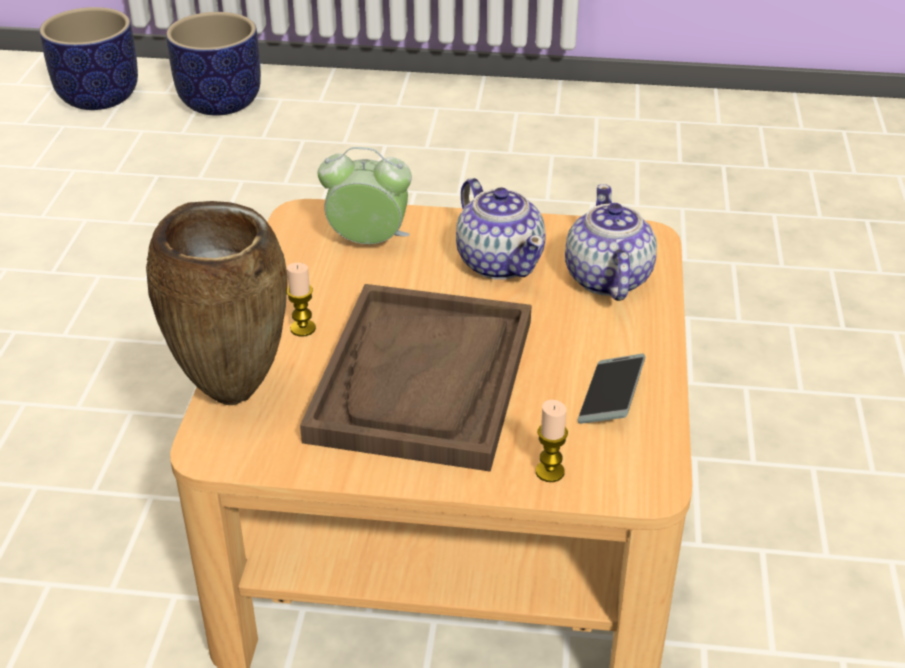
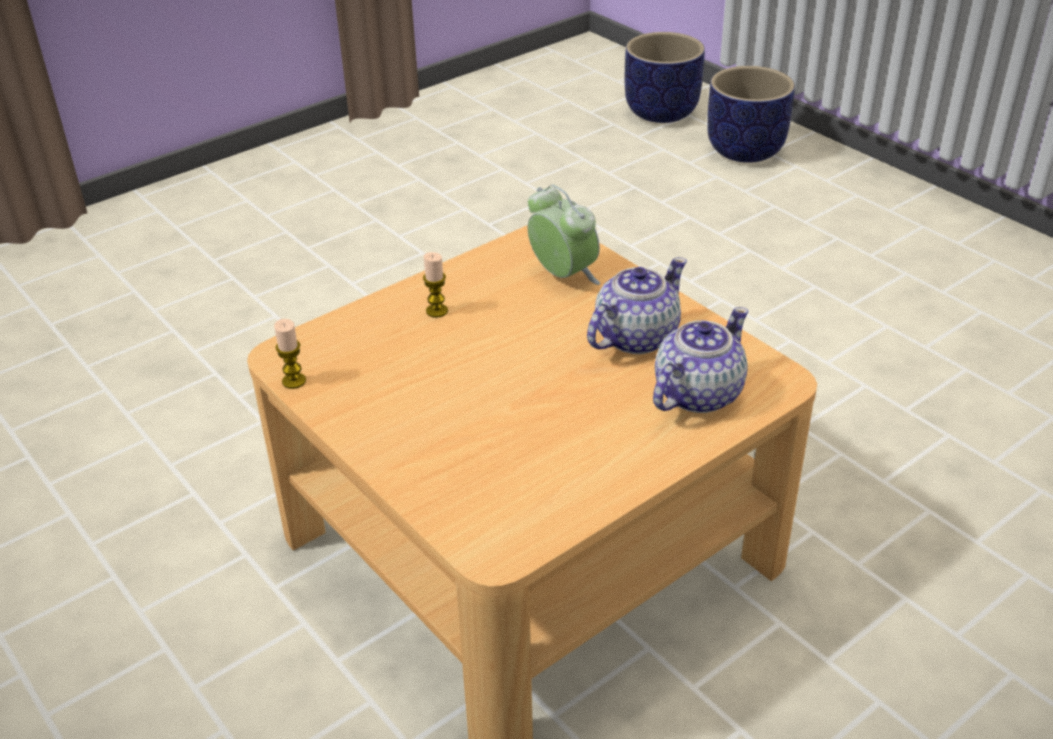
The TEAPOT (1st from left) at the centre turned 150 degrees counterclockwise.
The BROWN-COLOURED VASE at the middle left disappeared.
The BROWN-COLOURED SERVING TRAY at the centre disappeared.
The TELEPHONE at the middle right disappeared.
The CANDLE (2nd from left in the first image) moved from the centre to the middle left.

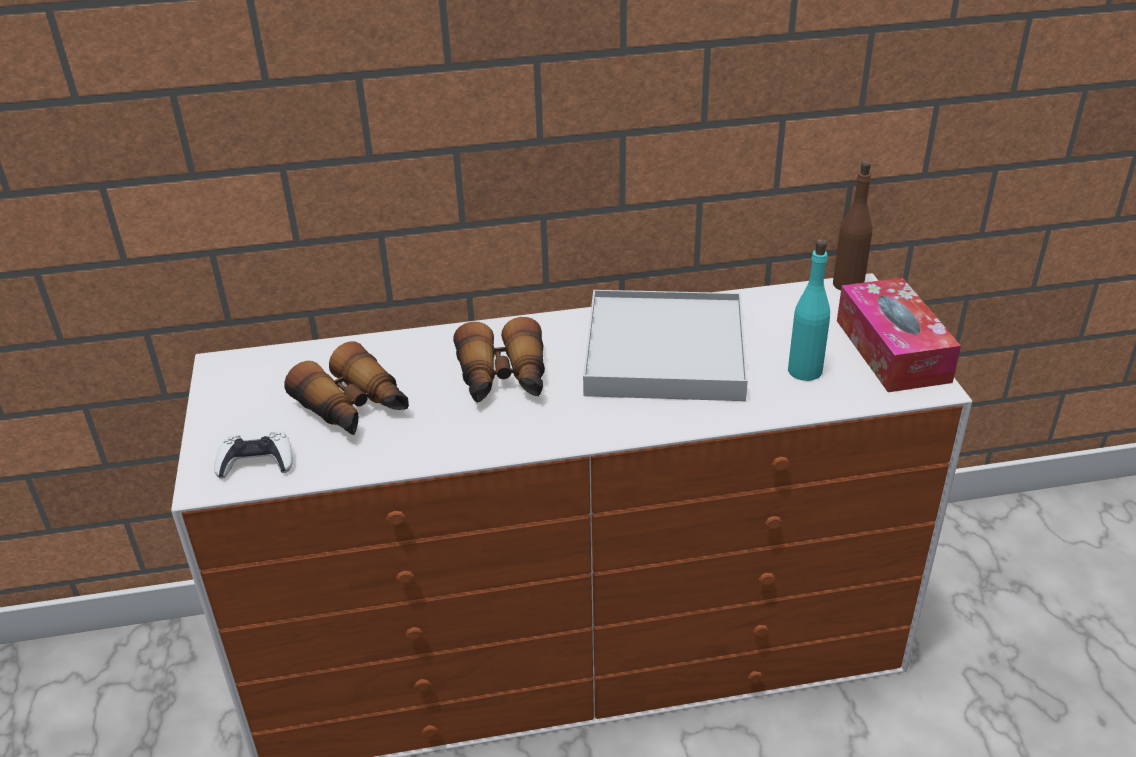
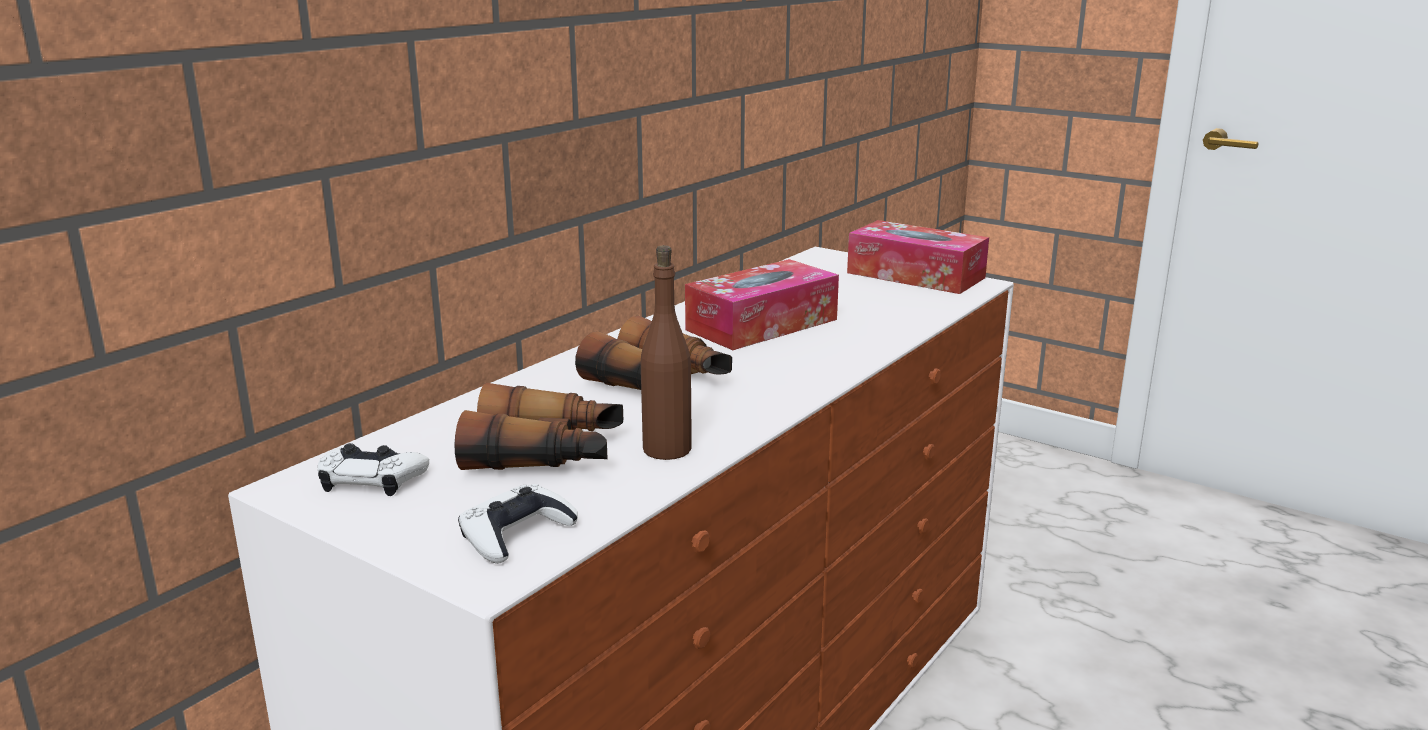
The BROWN-COLOURED DRINK BOTTLE moved from the top right to the centre.
The TURQUOISE-COLOURED DRINK BOTTLE at the middle right disappeared.
The WHITISH SERVING TRAY at the centre was replaced by the TISSUE HOLDER (1st from left) at the centre.
The WHITISH GAME CONTROLLER (1st from left) at the middle left appeared.

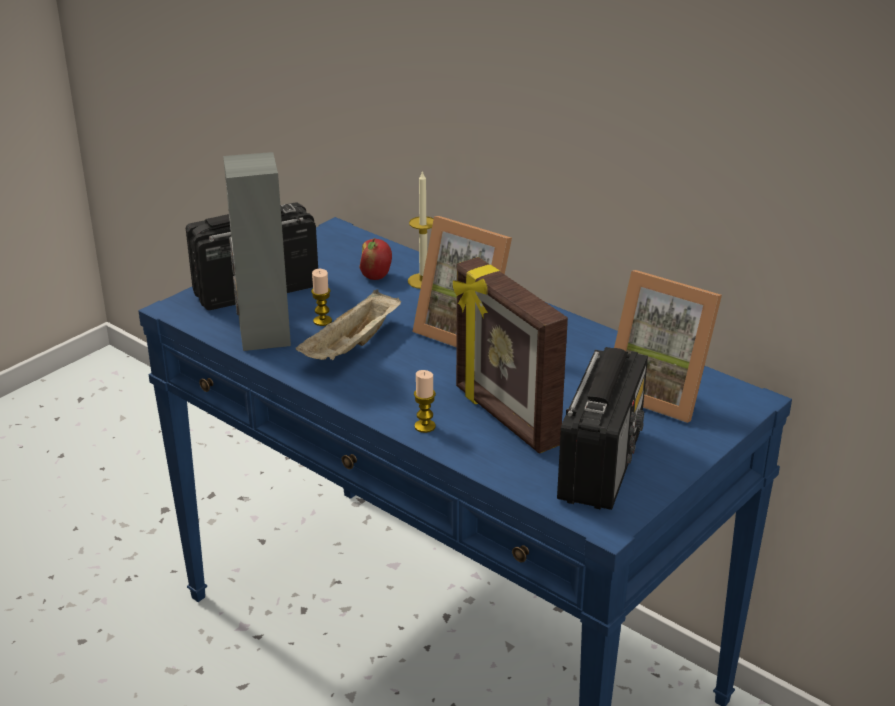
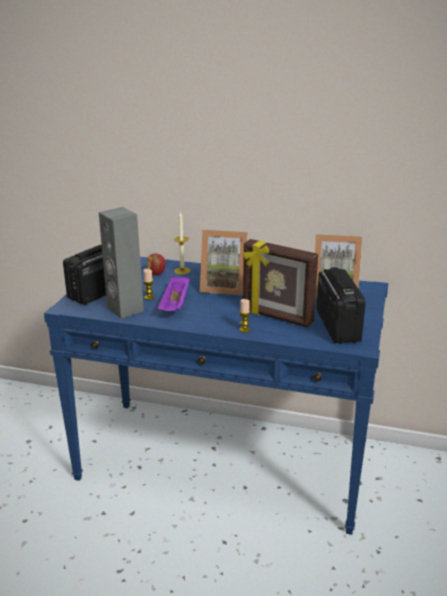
The BEIGE SERVING TRAY at the centre became the PURPLE-COLOURED SERVING TRAY at the centre.

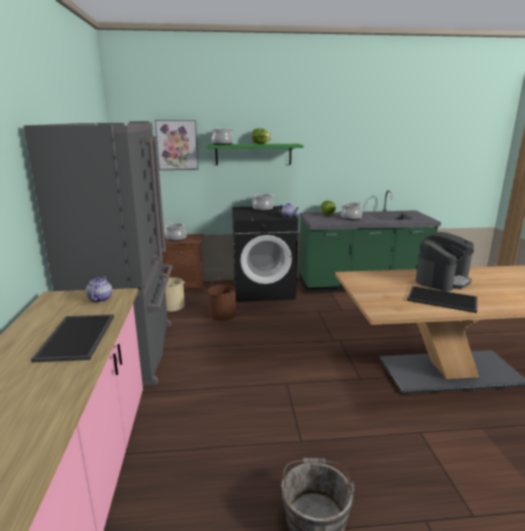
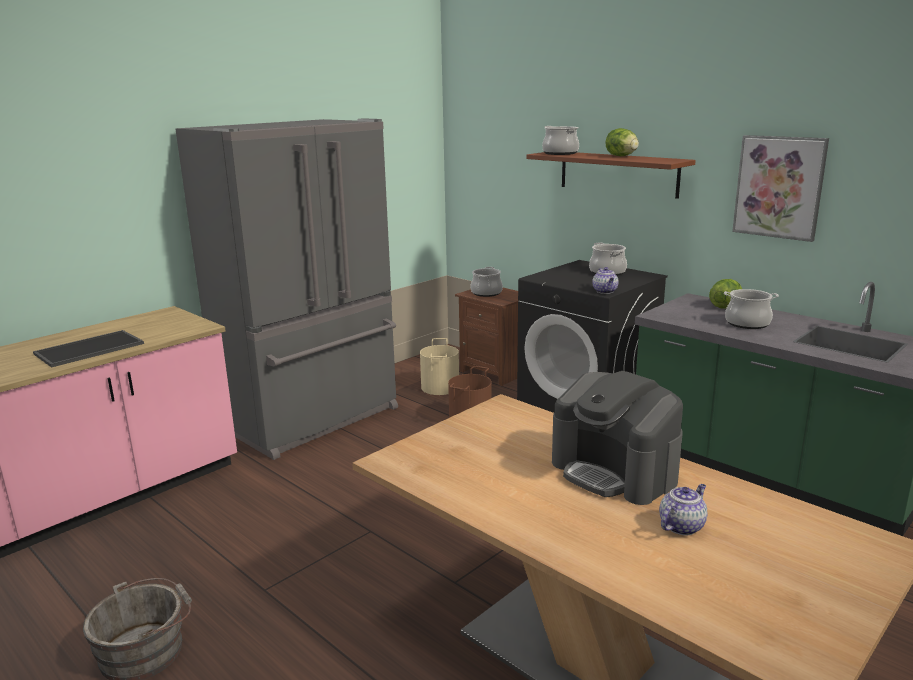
The PICTURE moved from the top centre to the top right.
The GREENISH SHELF at the top centre became the BROWN-COLOURED SHELF at the top right.
The COFFEE BREWER at the middle right turned 45 degrees clockwise.
The TEAPOT (1st from left in the first image) moved from the middle left to the bottom right.
The SERVING TRAY (2nd from left) at the middle right disappeared.

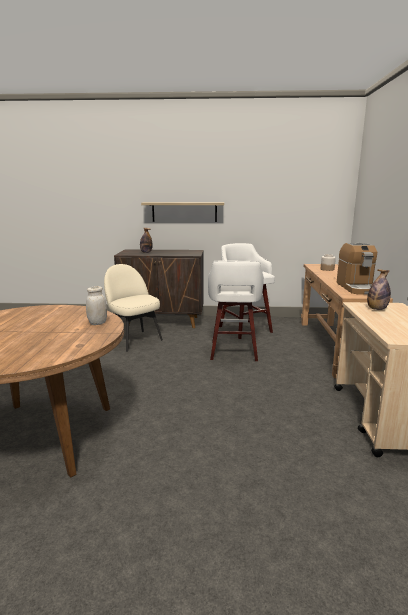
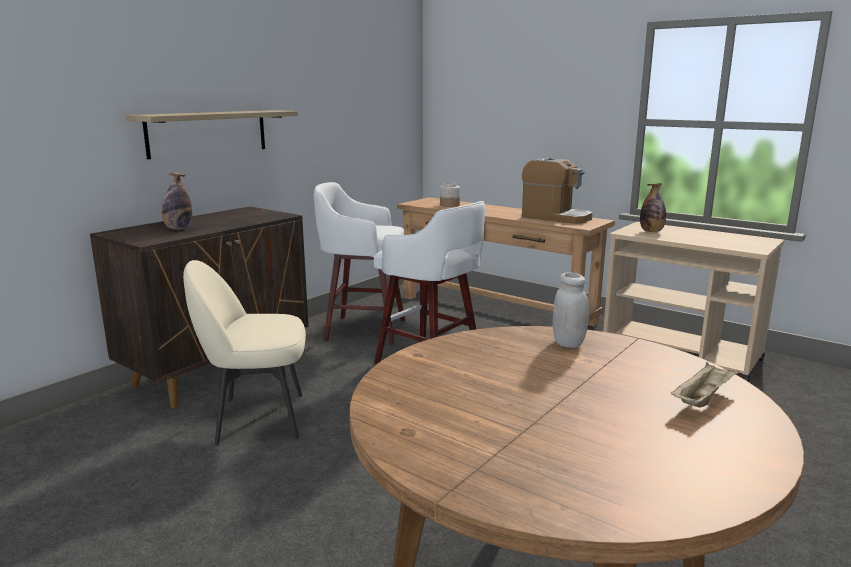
The BEIGE SERVING TRAY at the bottom right appeared.

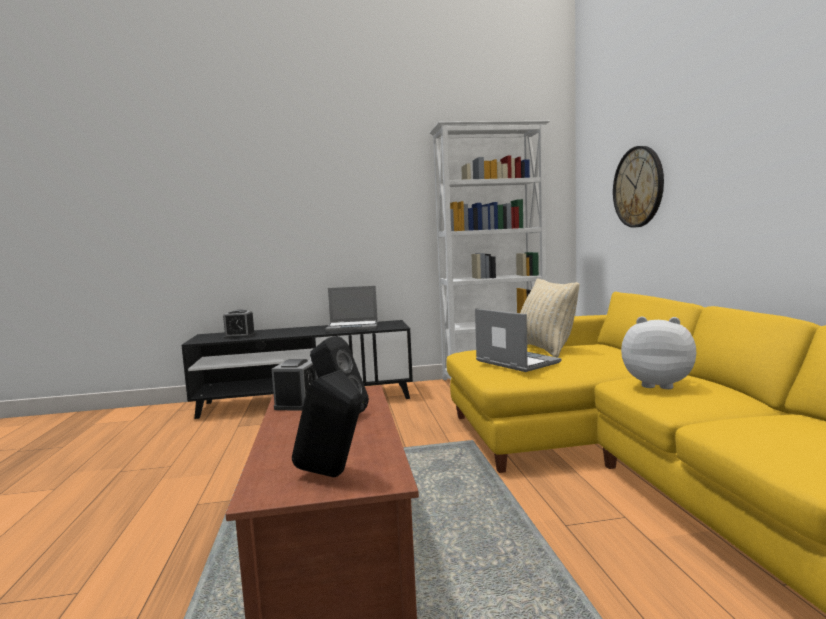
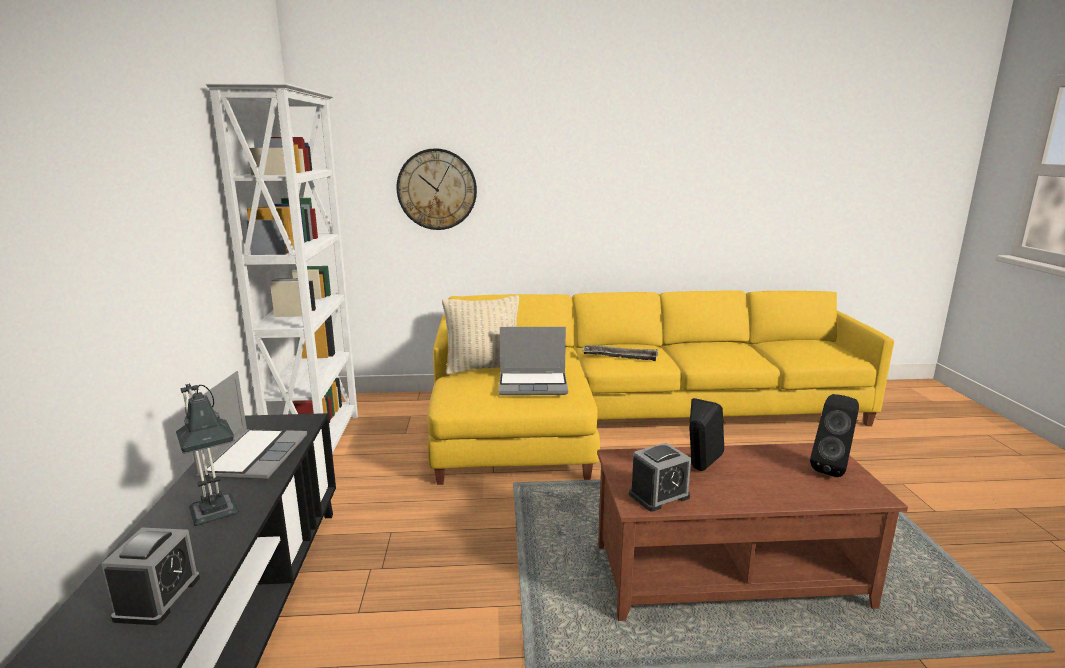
The LAPTOP (2nd from left) at the centre turned 150 degrees counterclockwise.
The PLUSH TOY at the middle right was replaced by the SERVING TRAY at the centre.
The ALARM CLOCK (2nd from left) at the centre turned 135 degrees clockwise.
The TABLETOP LAMP at the bottom left appeared.

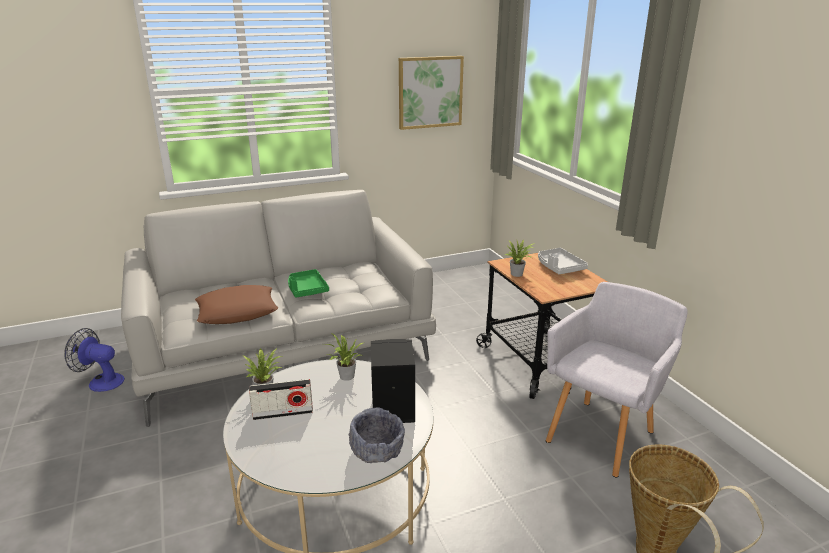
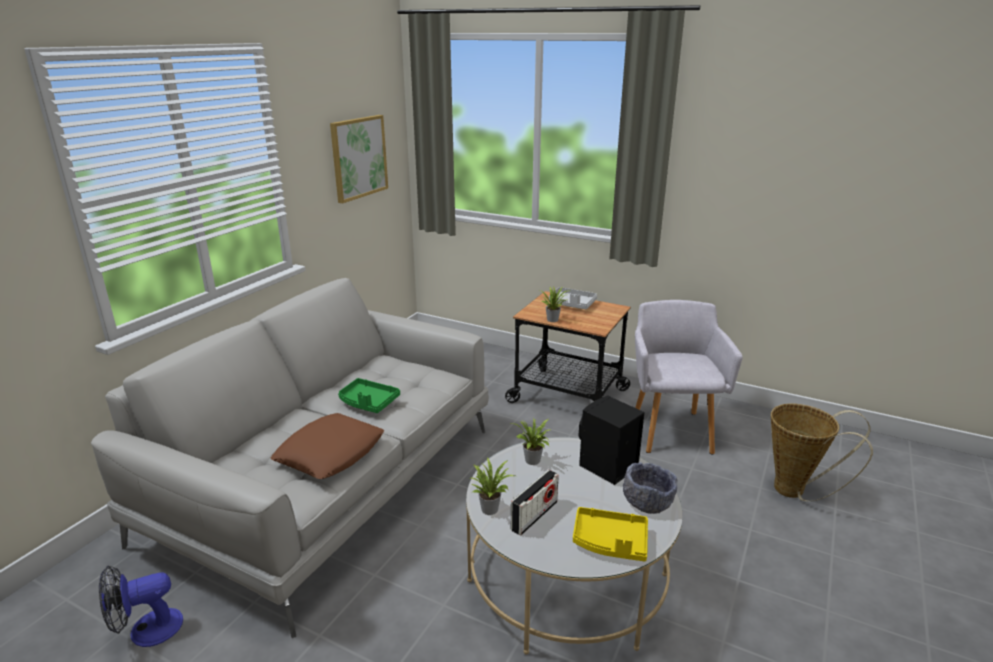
The YELLOW-COLOURED SERVING TRAY at the bottom centre appeared.

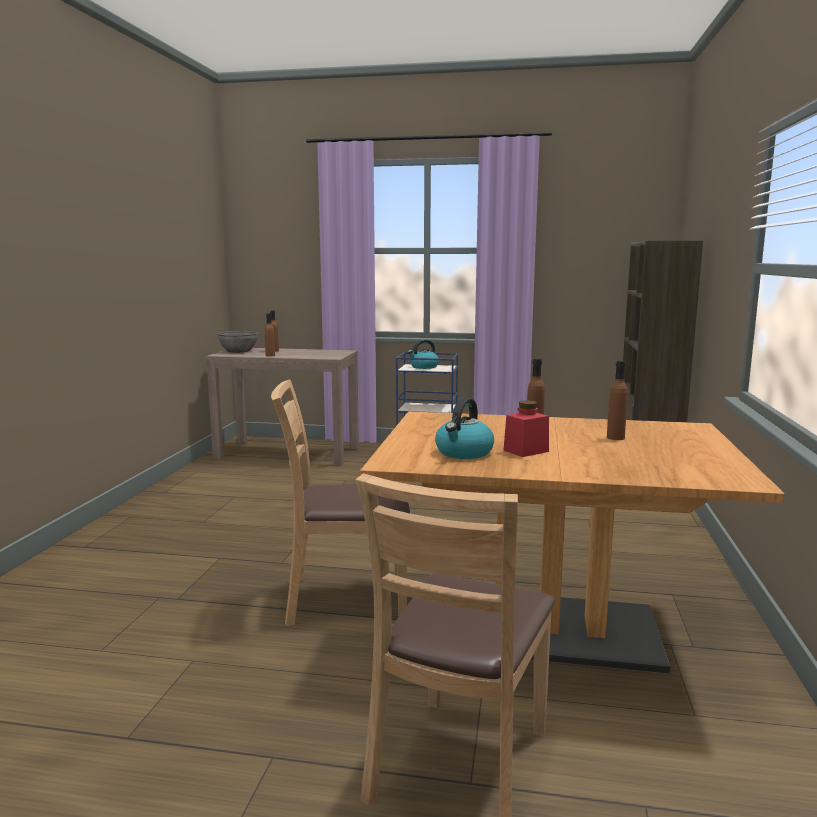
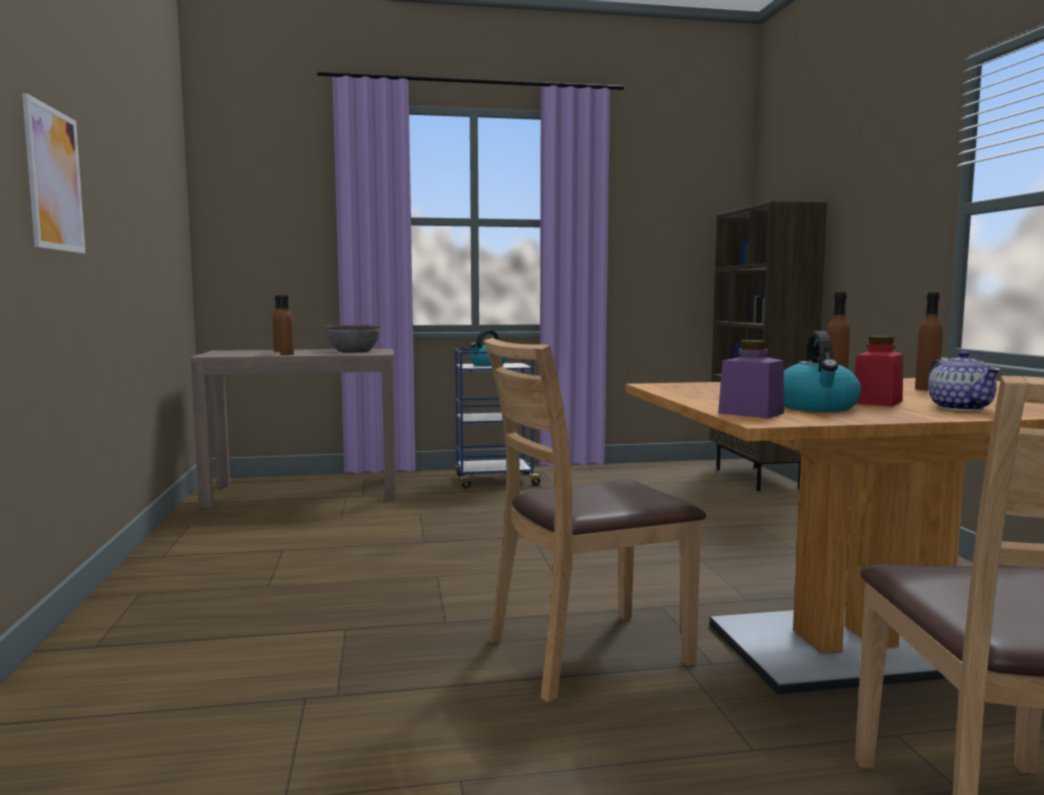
The GRAY BOWL moved from the middle left to the centre.
The PICTURE at the top left appeared.
The PURPLE-COLOURED PRESERVE JAR at the middle right appeared.
The TEAPOT at the middle right appeared.

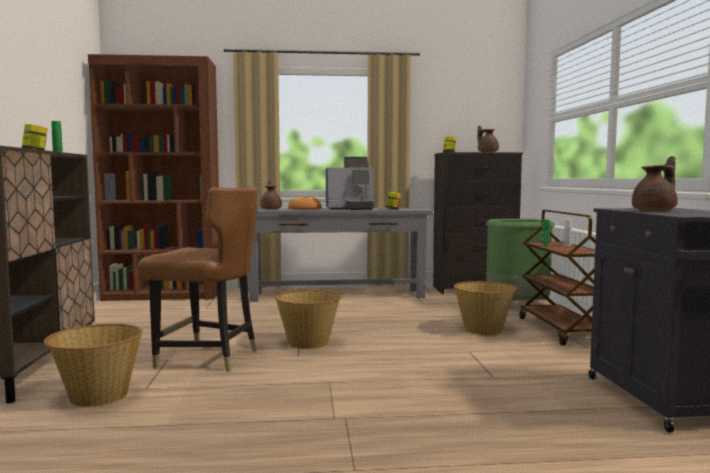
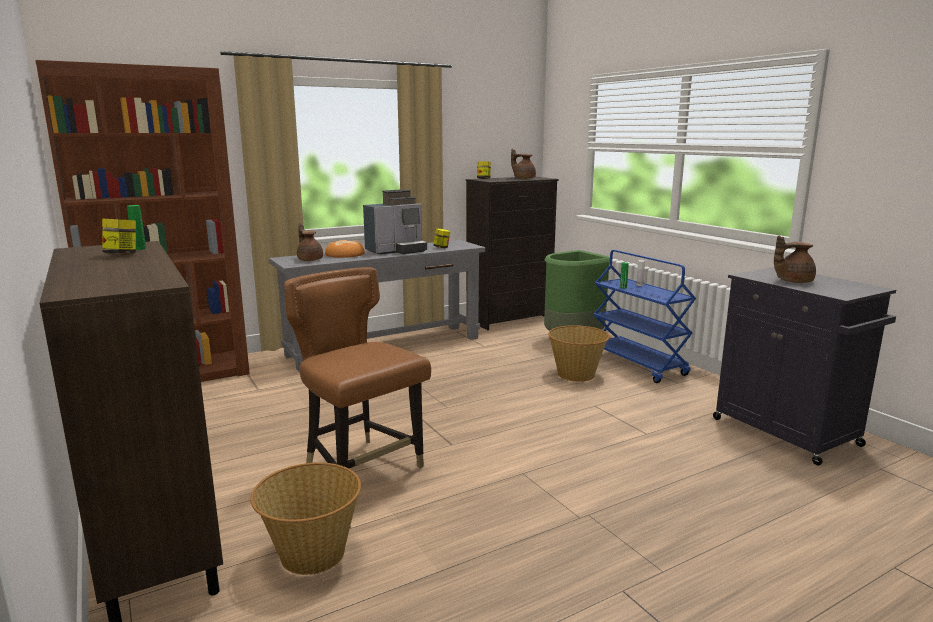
The BROWN-COLOURED TEAPOT (3rd from left) at the middle right turned 135 degrees counterclockwise.
The BROWN-COLOURED CHAIR at the middle left turned 120 degrees counterclockwise.
The BROWN-COLOURED TROLLEY at the middle right became the BLUE TROLLEY at the middle right.
The HOUSEHOLD BASKET (2nd from left) at the bottom centre disappeared.

